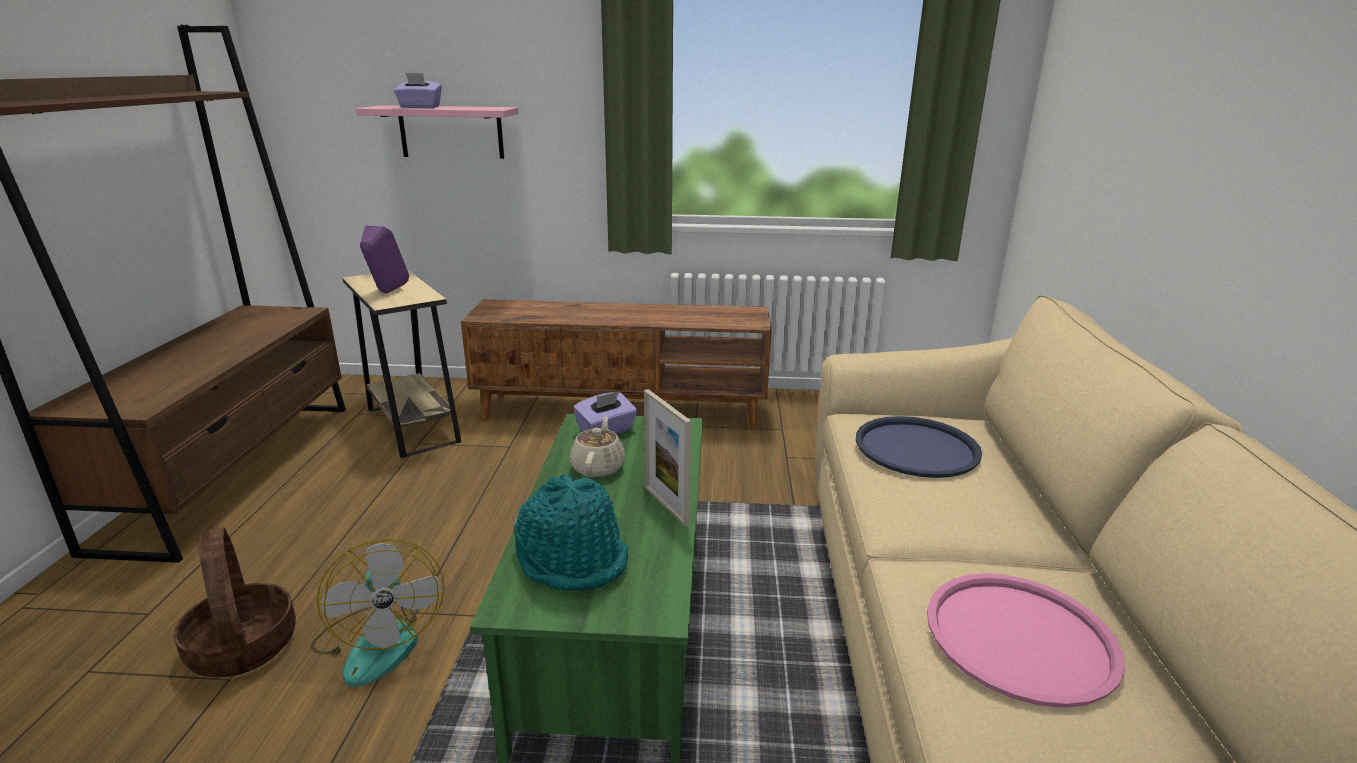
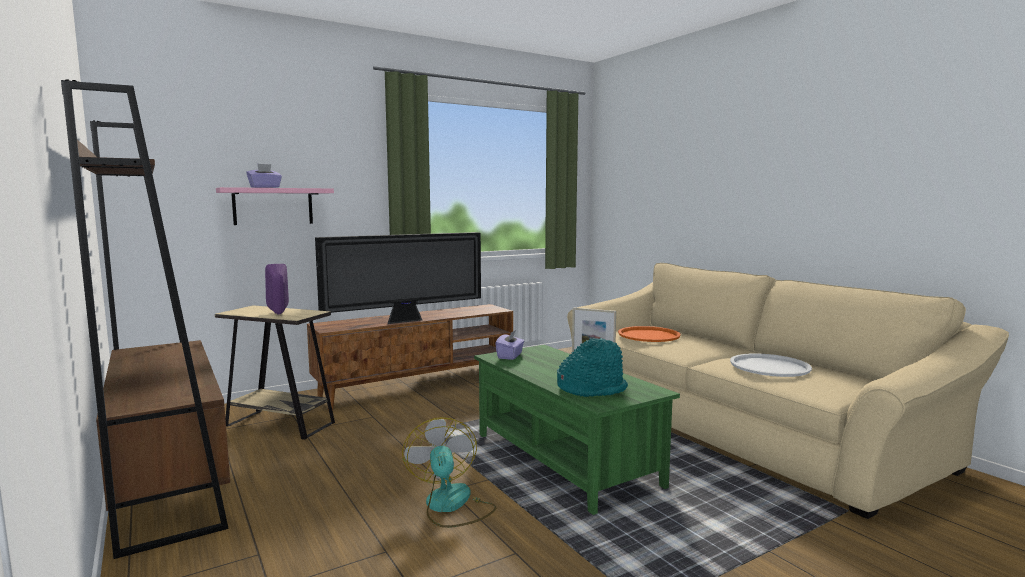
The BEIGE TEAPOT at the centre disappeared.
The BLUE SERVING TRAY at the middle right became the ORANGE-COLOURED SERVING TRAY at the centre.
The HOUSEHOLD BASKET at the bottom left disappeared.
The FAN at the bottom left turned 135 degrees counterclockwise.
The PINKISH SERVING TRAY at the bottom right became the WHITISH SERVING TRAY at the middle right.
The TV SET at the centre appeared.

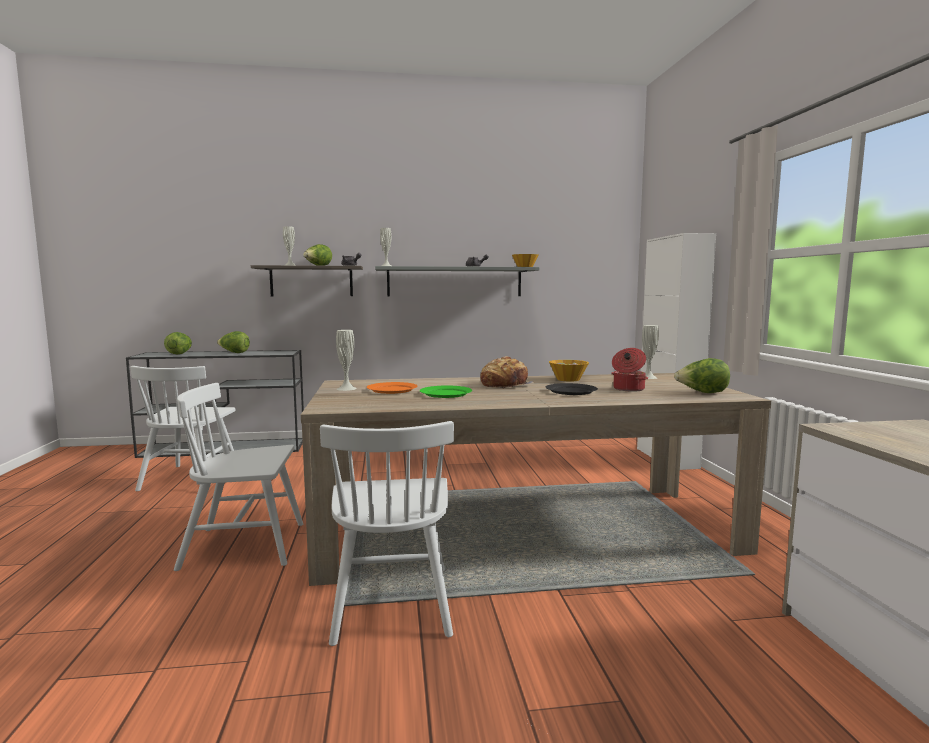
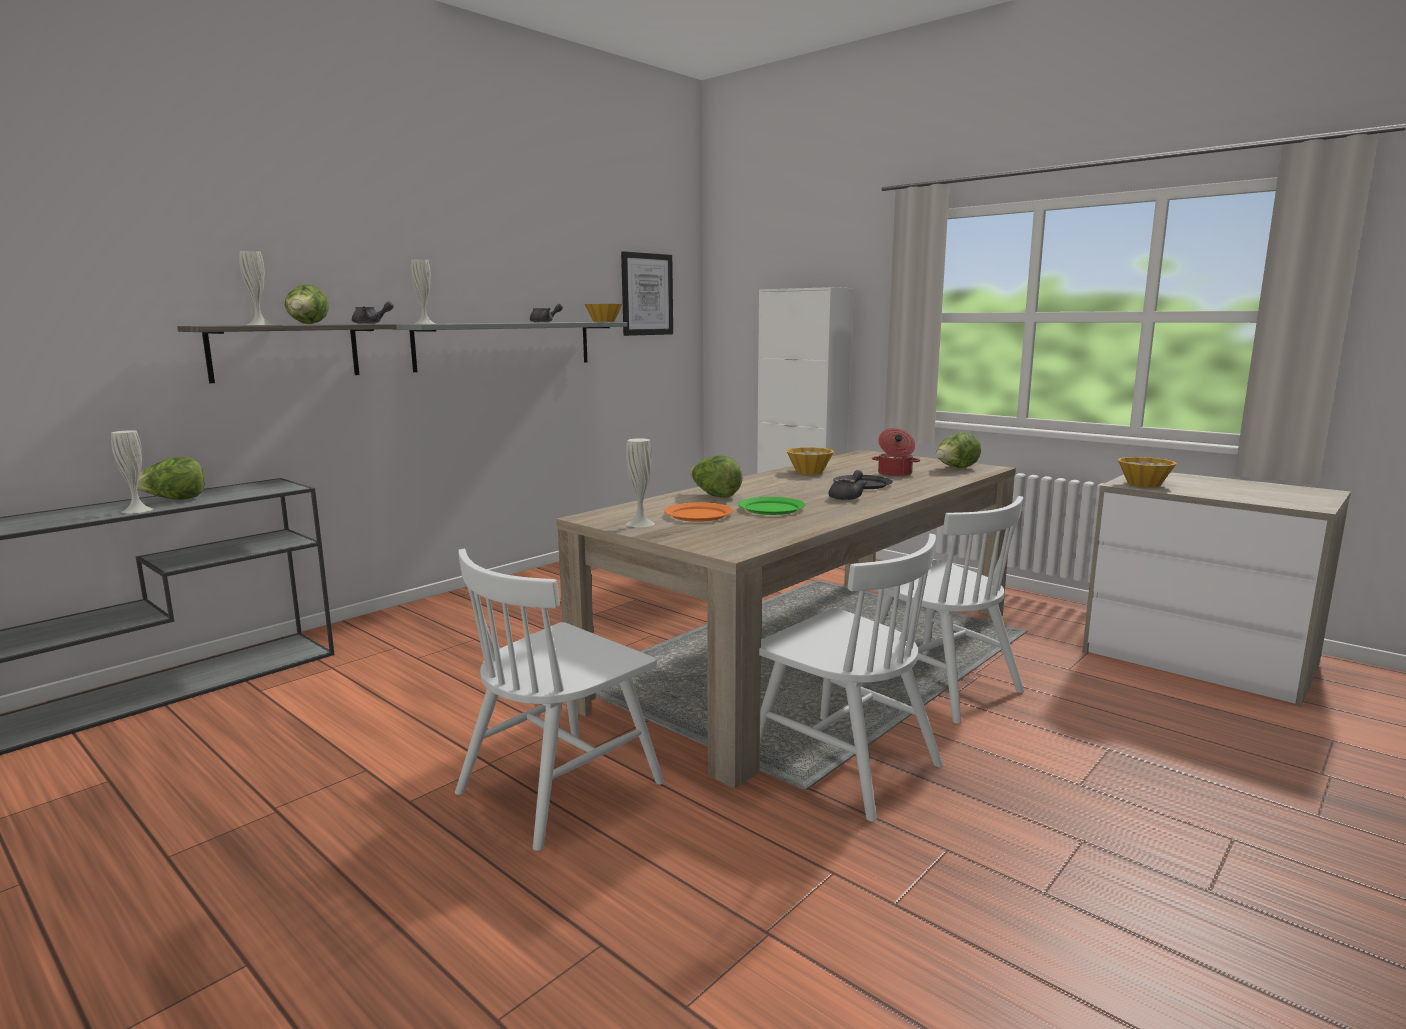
The WHITISH VASE (4th from left in the first image) moved from the middle right to the middle left.
The LETTUCE (1st from left in the first image) moved from the middle left to the centre.
The BAKERY BREAD at the centre disappeared.
The WHITISH CHAIR (1st from left in the first image) moved from the middle left to the middle right.
The PICTURE at the top centre appeared.
The BOWL (3rd from left) at the middle right appeared.
The GRAY TEAPOT (3rd from left) at the centre appeared.

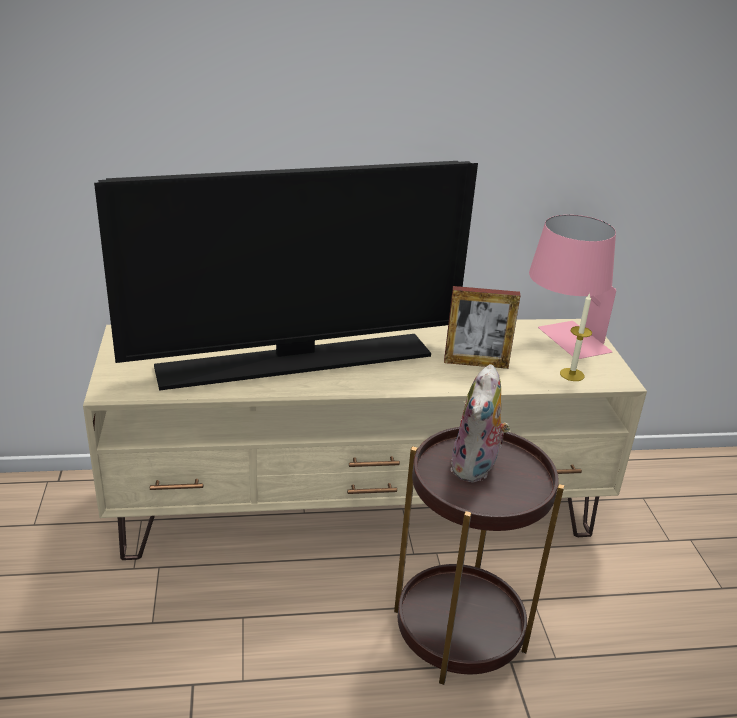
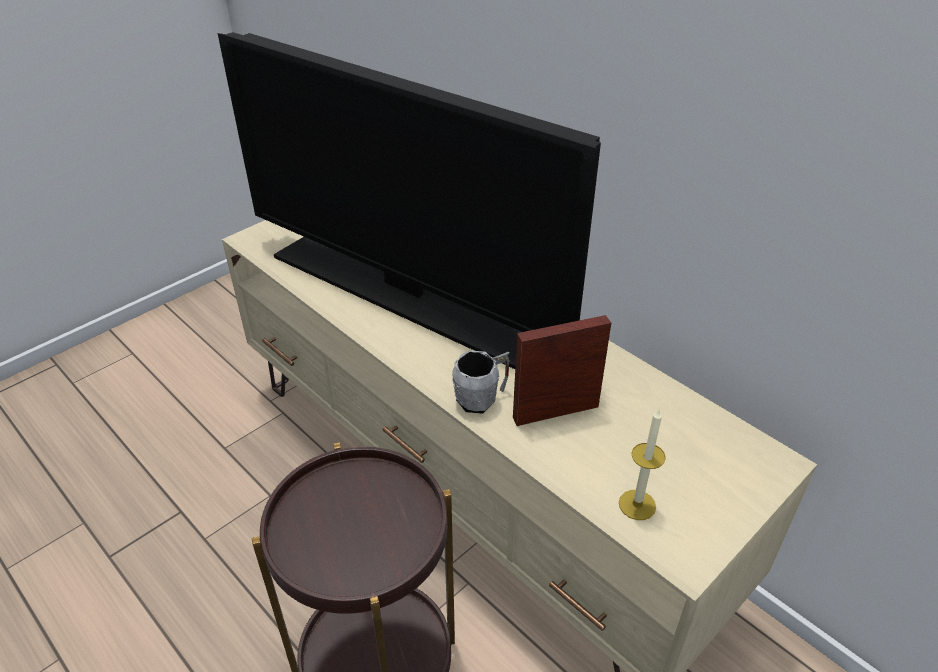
The PINKISH TABLETOP LAMP at the middle right disappeared.
The STANDING FRAME at the centre turned 105 degrees clockwise.
The PLUSH TOY at the centre disappeared.
The GRAY TEA MUG at the centre appeared.

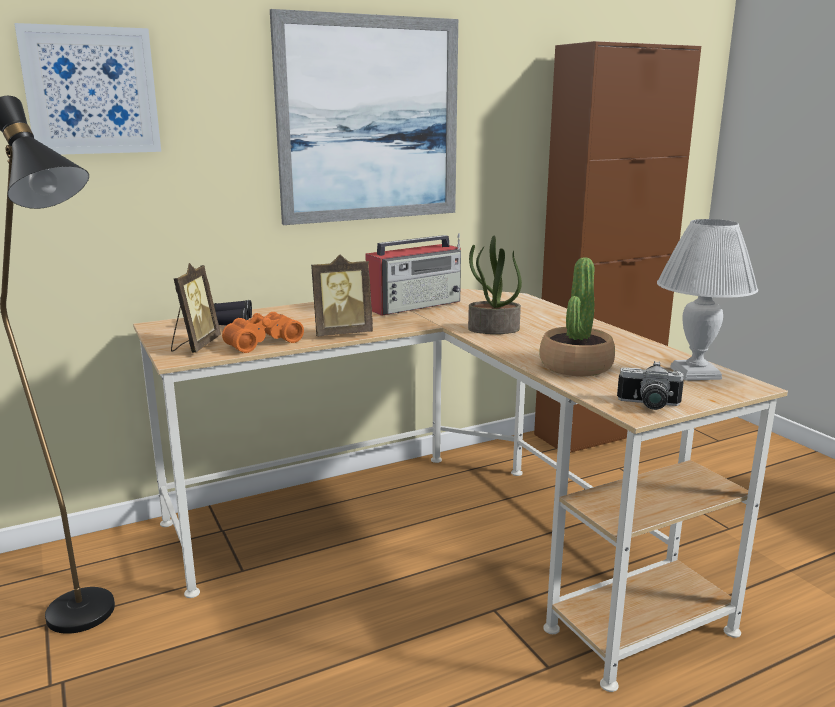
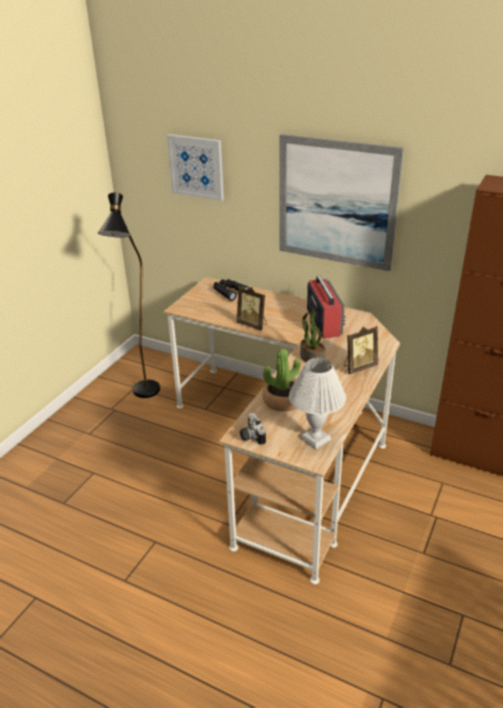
The RADIO RECEIVER at the centre turned 120 degrees counterclockwise.
The STANDING FRAME (1st from left in the first image) moved from the middle left to the middle right.
The ORANGE-COLOURED BINOCULARS at the middle left disappeared.

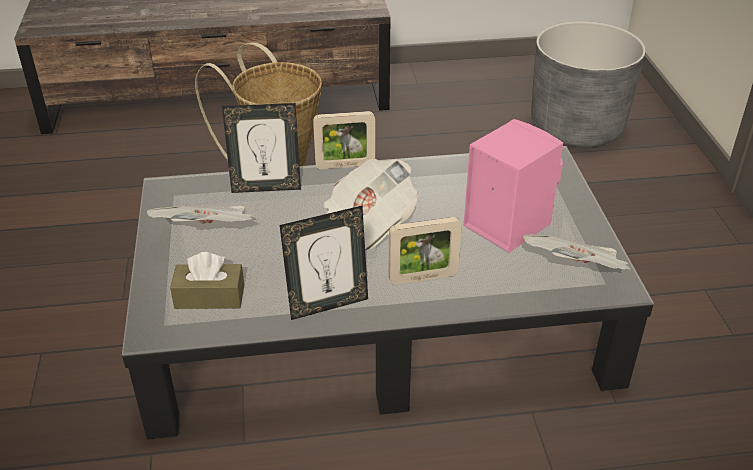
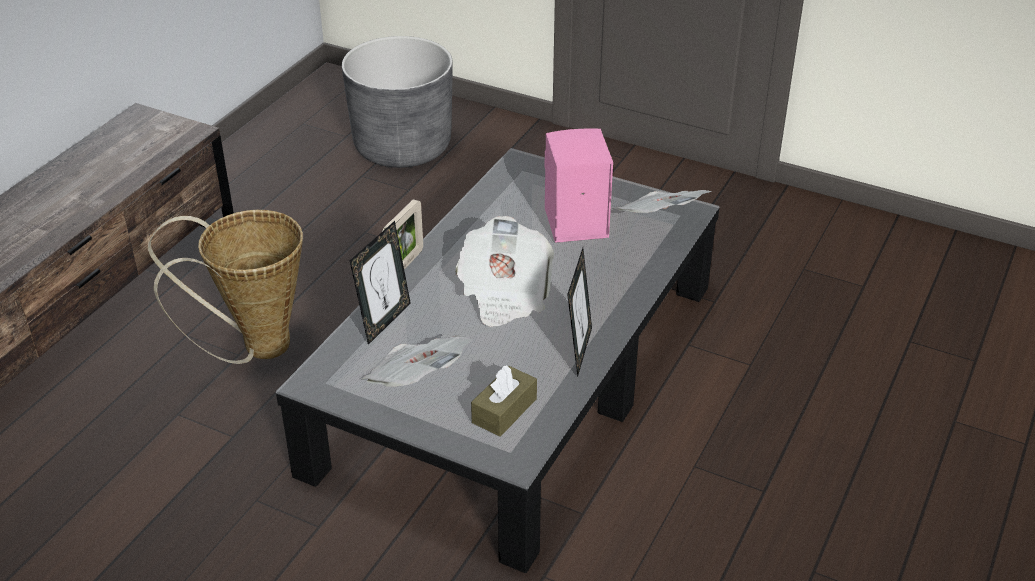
The STANDING FRAME (4th from left) at the centre disappeared.

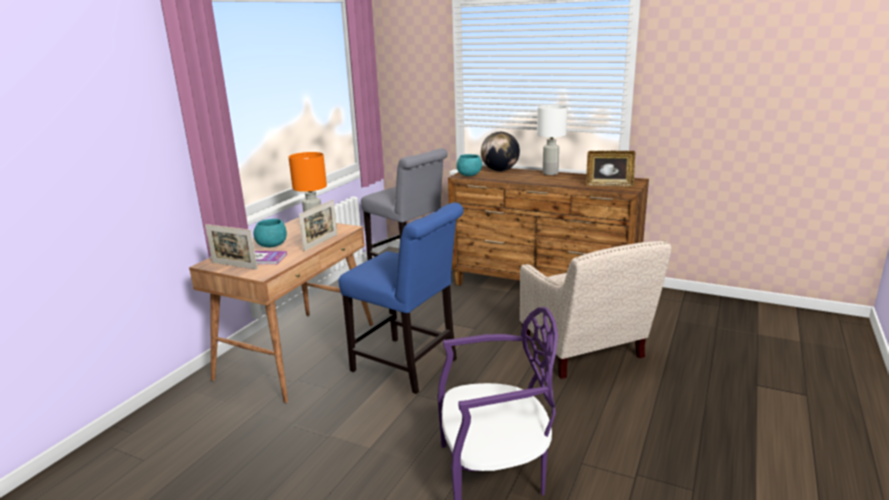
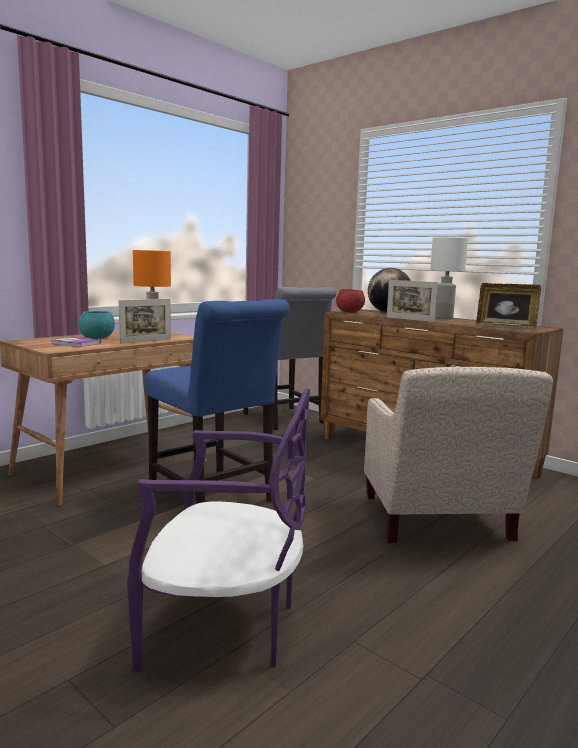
The TURQUOISE-COLOURED BOWL (2nd from left) at the top centre became the REDDISH BOWL at the centre.
The STANDING FRAME (1st from left in the first image) moved from the middle left to the middle right.

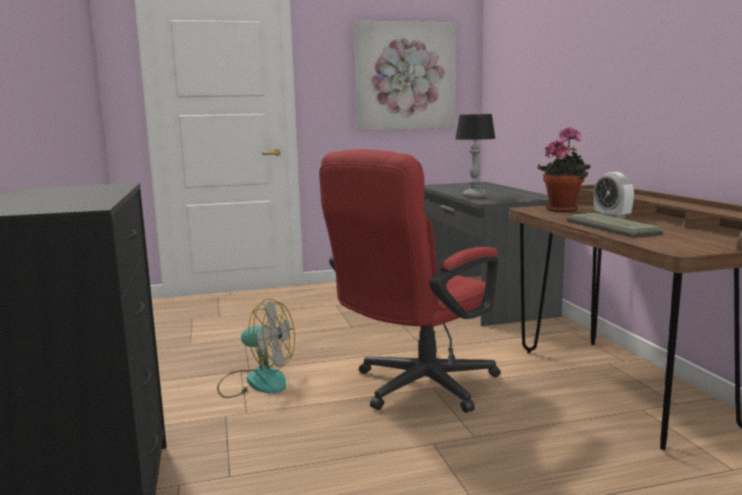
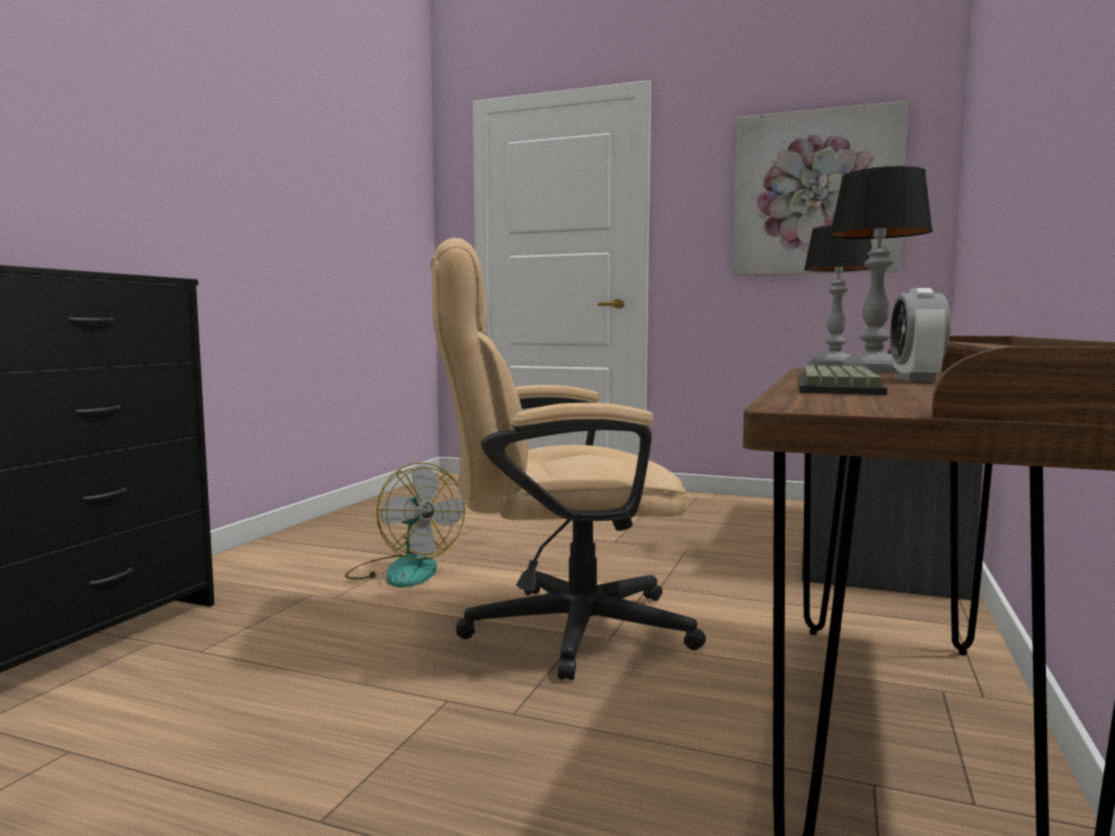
The PLANT IN A POT at the middle right was replaced by the TABLETOP LAMP (2nd from left) at the top right.
The REDDISH OFFICE CHAIR at the centre became the BEIGE OFFICE CHAIR at the centre.

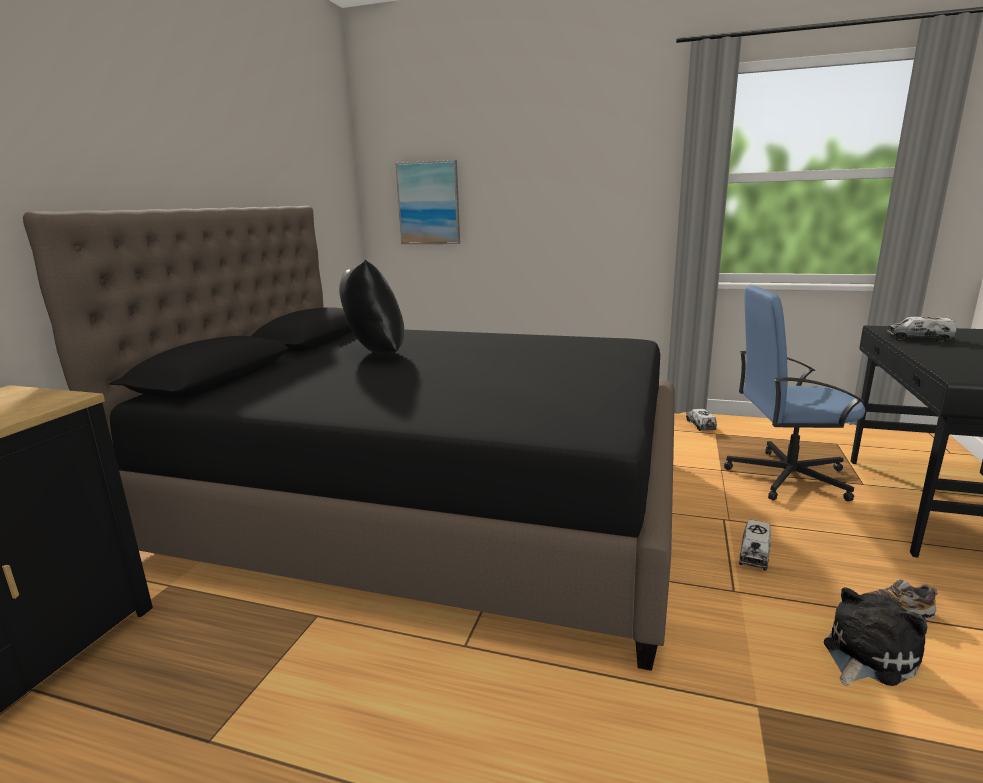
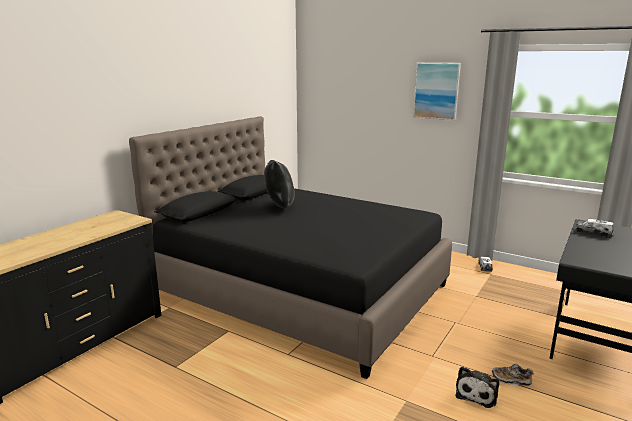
The PICTURE moved from the top centre to the top right.
The BLUE OFFICE CHAIR at the middle right disappeared.
The TOY LORRY (2nd from left) at the bottom right disappeared.
The PLUSH TOY at the bottom right turned 135 degrees clockwise.

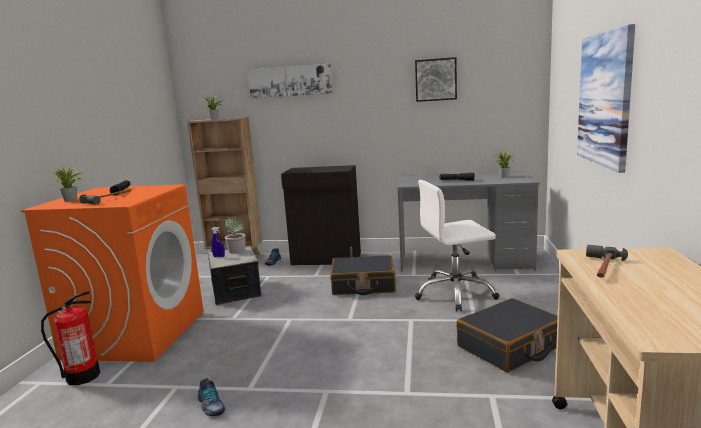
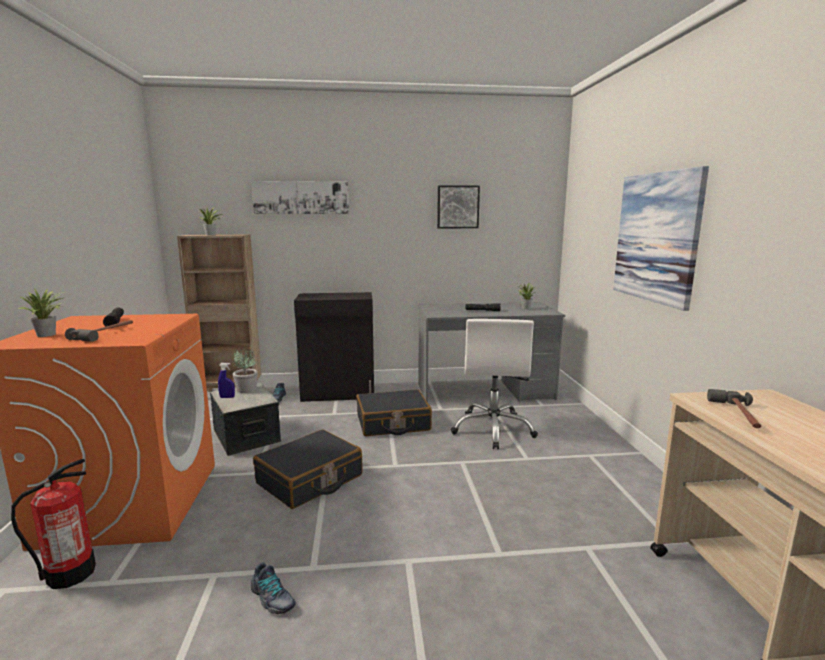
The WHITISH OFFICE CHAIR at the centre turned 60 degrees counterclockwise.
The BLACK-COLOURED PIECE OF LUGGAGE (2nd from left in the first image) moved from the bottom right to the bottom centre.

